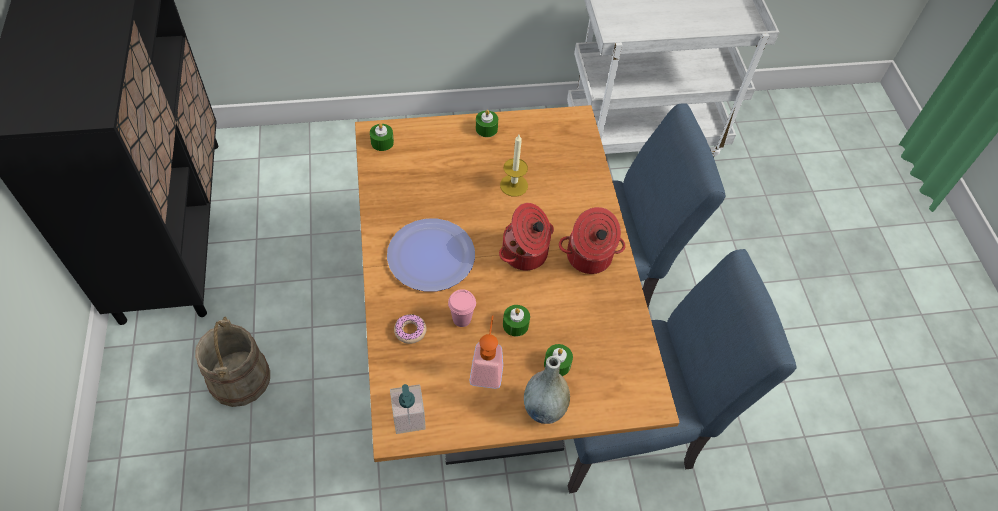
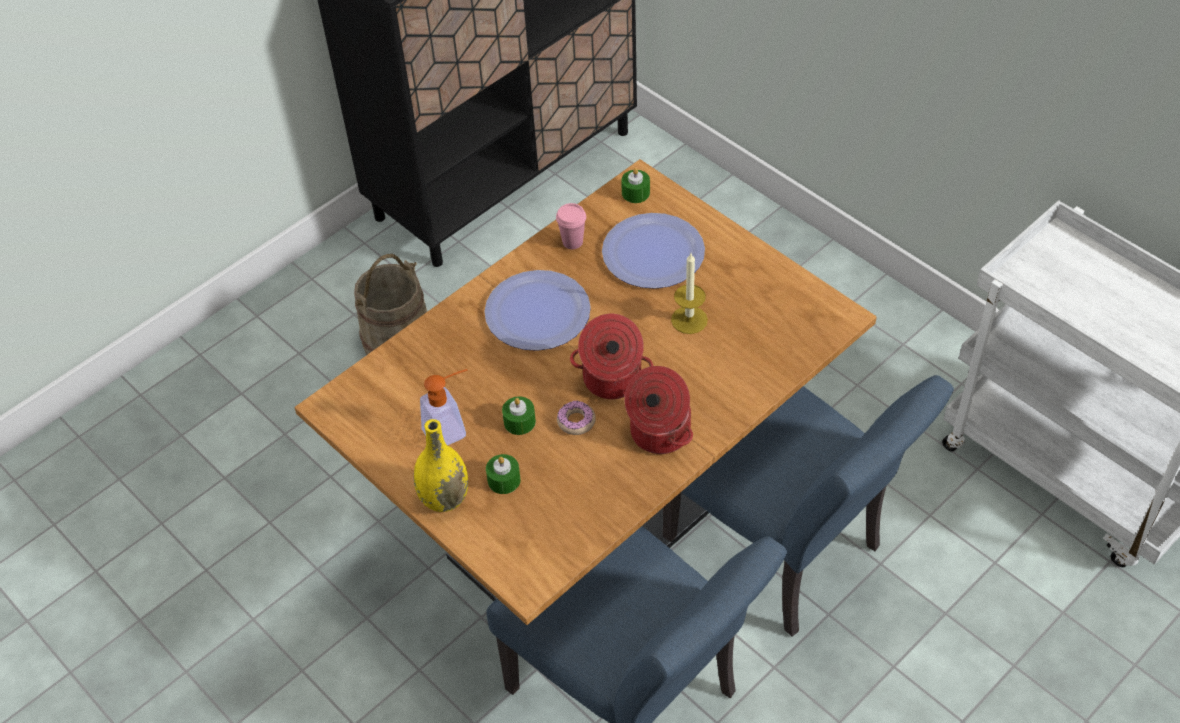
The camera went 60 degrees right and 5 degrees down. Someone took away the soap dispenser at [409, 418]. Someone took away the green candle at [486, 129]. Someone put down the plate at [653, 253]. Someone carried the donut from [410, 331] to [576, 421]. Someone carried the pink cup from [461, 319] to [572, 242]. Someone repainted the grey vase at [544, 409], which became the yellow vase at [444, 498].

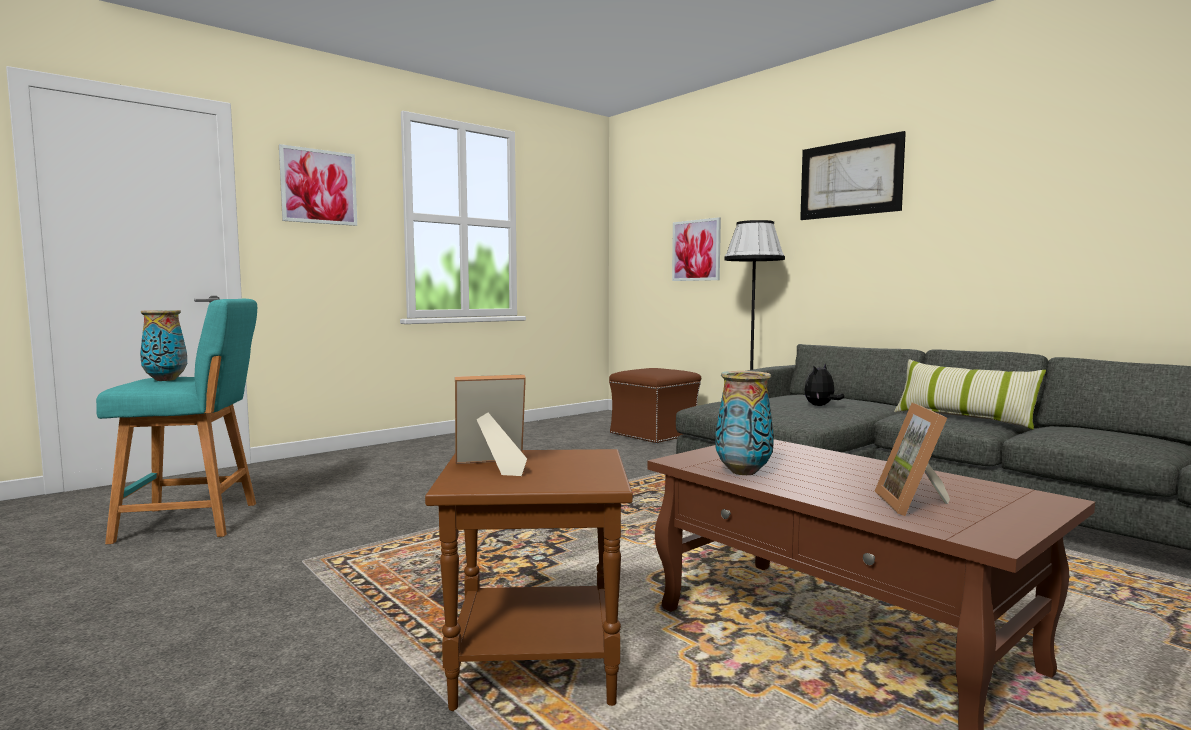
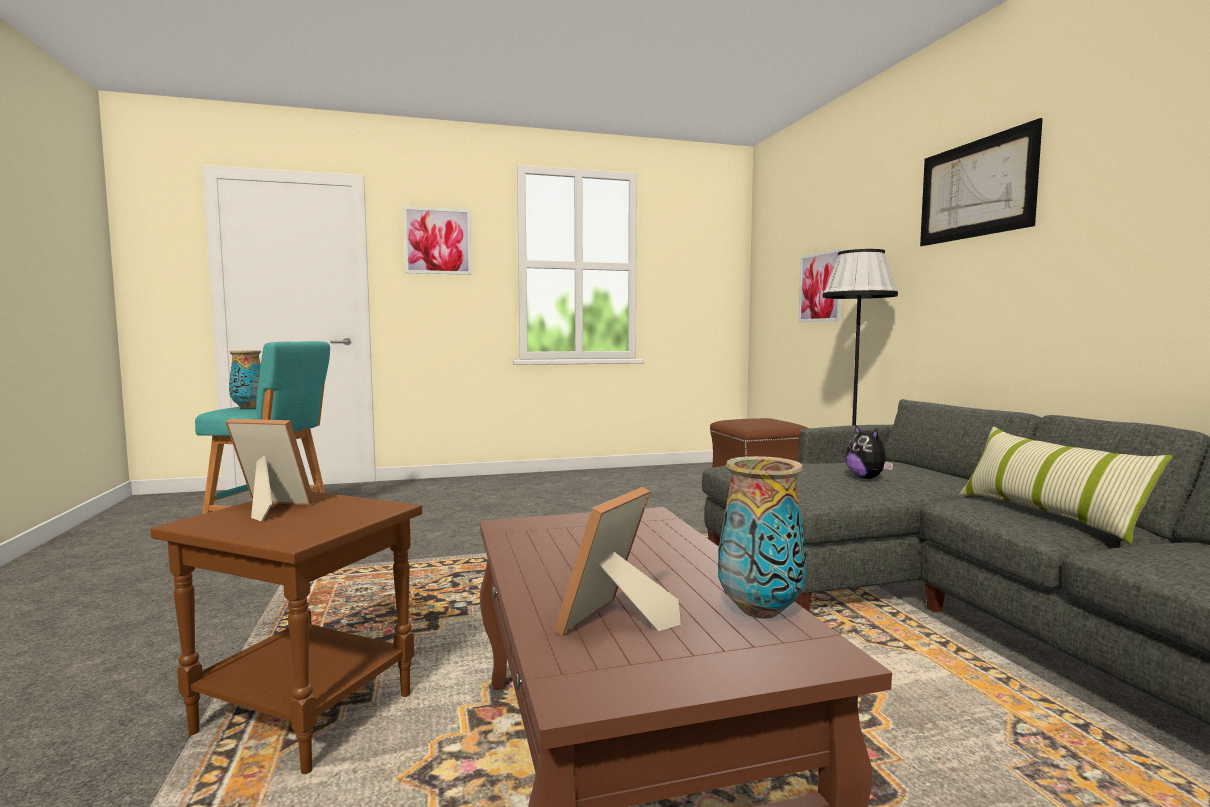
The camera went 25 degrees right and 0 degrees up. Someone carried the vase from [743, 472] to [759, 611]. Someone rotated the plush toy at [820, 406] by 90 degrees counterclockwise.

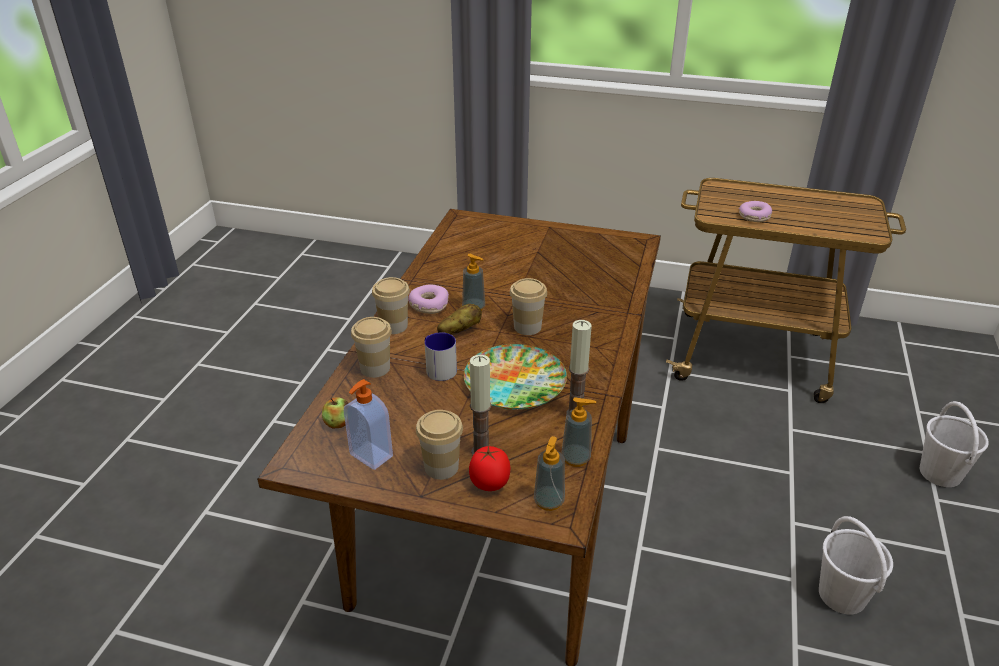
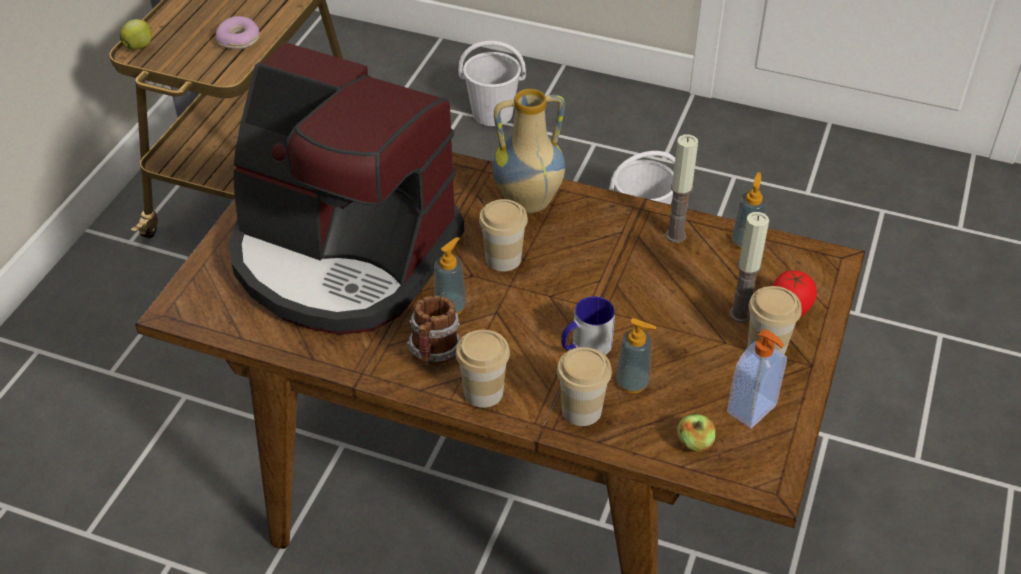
The camera went 85 degrees left and 10 degrees up. Someone took away the potato at [459, 331]. Someone took away the plate at [515, 383]. Someone put down the apple at [139, 46]. Someone put down the coffee machine at [342, 257]. Someone put down the vase at [528, 204]. Someone carried the soap dispenser from [549, 501] to [632, 383]. Someone swapped the donut at [428, 305] for the mug at [434, 354].

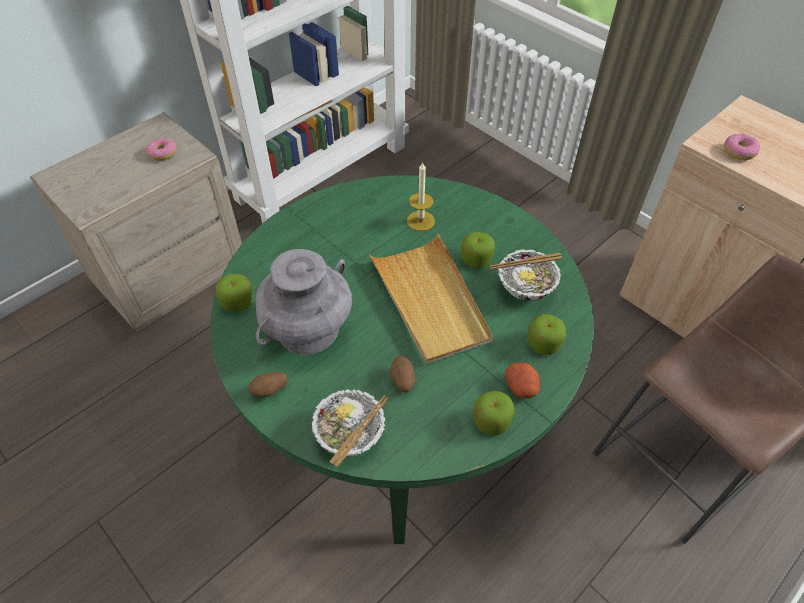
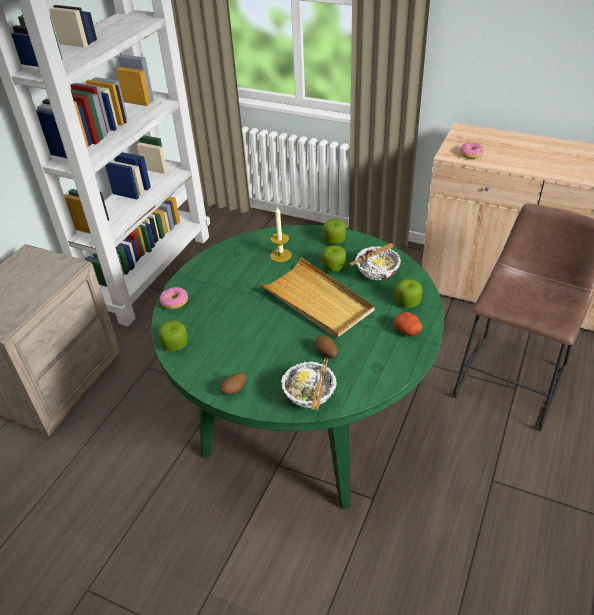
The camera went 20 degrees left and 10 degrees down. Someone took away the grey vase at [308, 330]. Someone carried the donut from [163, 153] to [174, 302]. Someone carried the apple from [491, 421] to [334, 240].

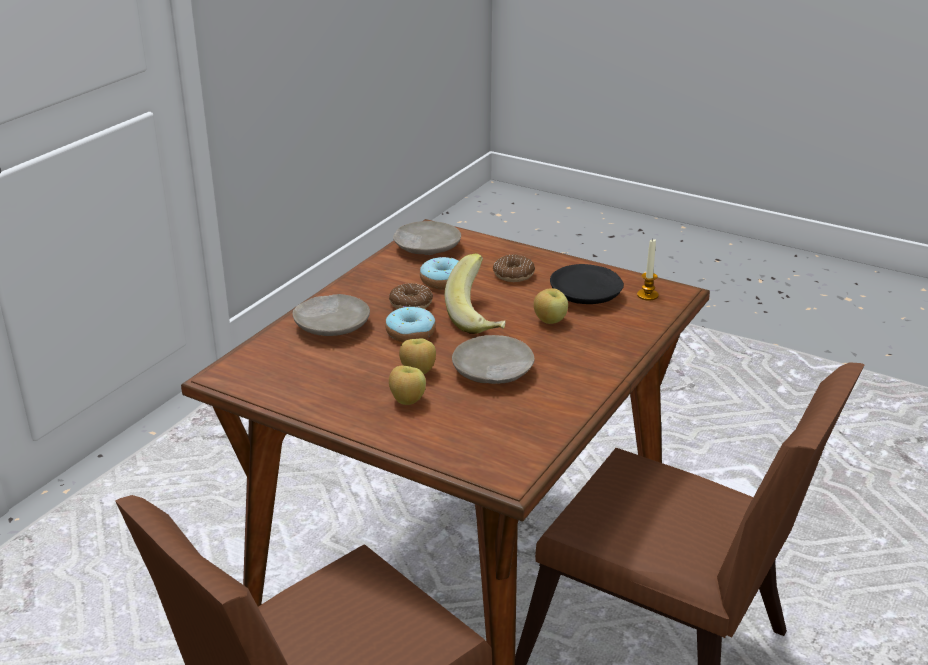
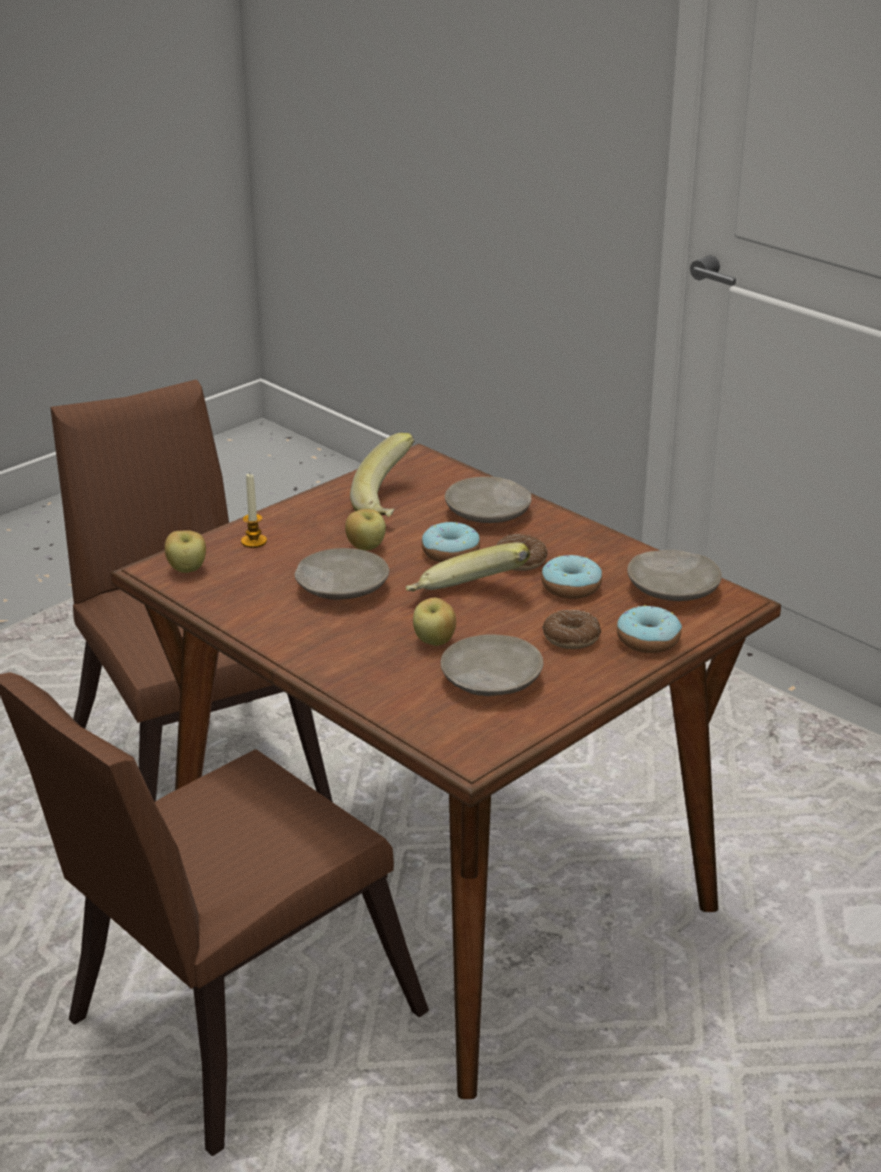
The camera went 105 degrees right and 0 degrees up. Someone put down the banana at [390, 504]. Someone put down the donut at [648, 640]. Someone carried the apple from [407, 401] to [187, 570]. Someone carried the candle from [647, 295] to [254, 541]. Someone repainted the black plate at [586, 295], which became the beige plate at [490, 680].

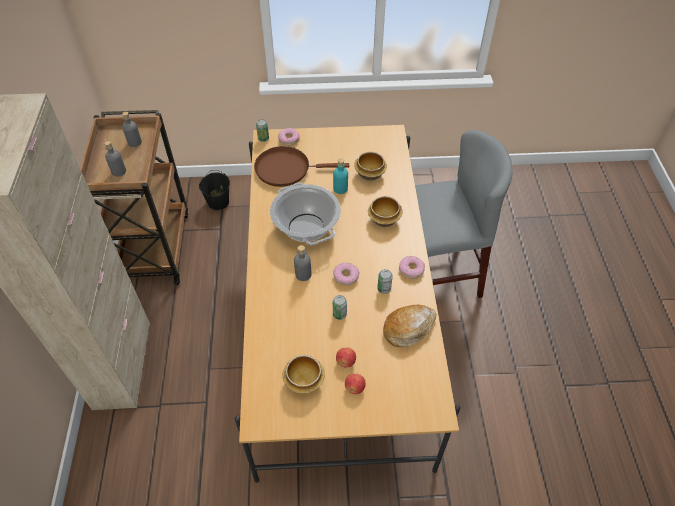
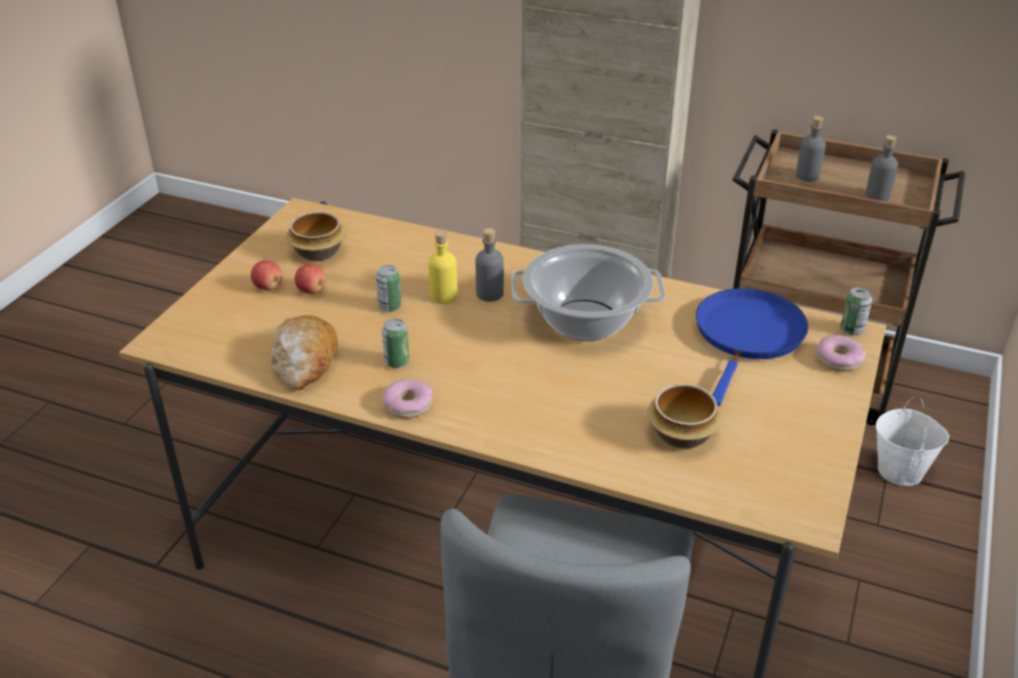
The camera went 115 degrees right and 15 degrees down. Someone took away the turquoise bottle at [340, 188]. Someone took away the donut at [346, 276]. Someone took away the bowl at [385, 220]. Someone put down the yellow bottle at [444, 296]. Someone repainted the black bucket at [218, 202], which became the white bucket at [900, 471]. Someone repainted the brown frying pan at [286, 169], which became the blue frying pan at [748, 336].

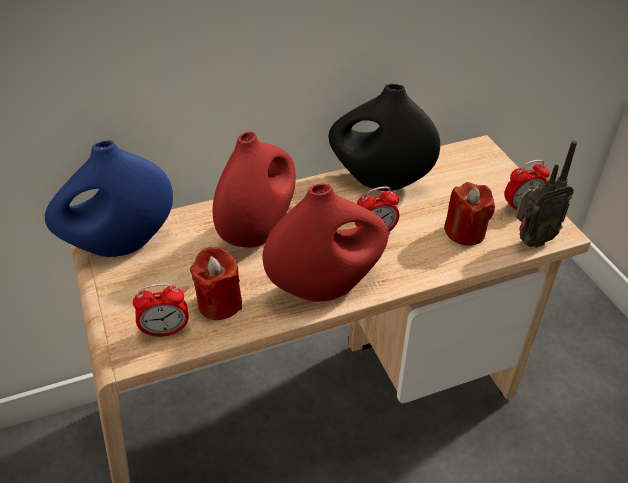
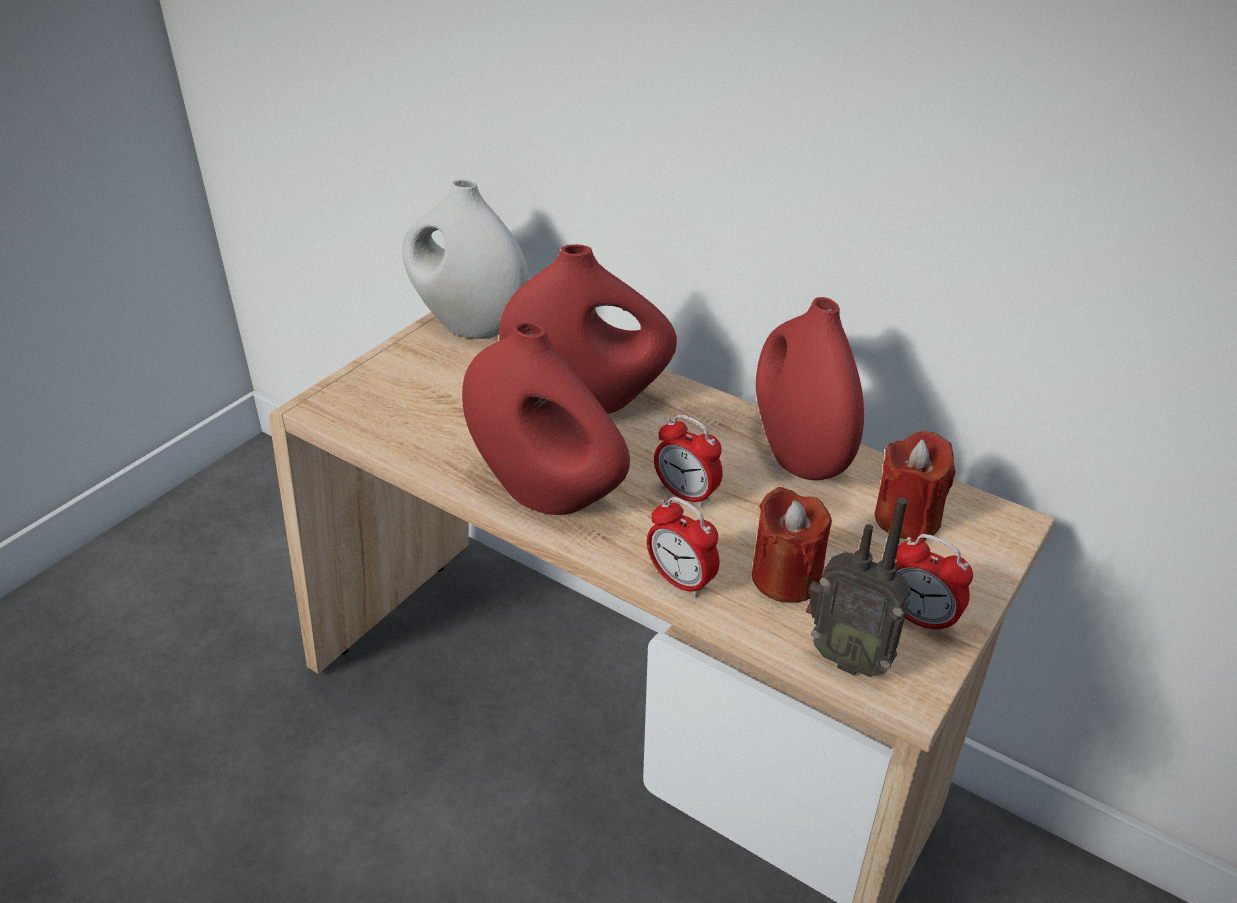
The camera went 55 degrees right and 5 degrees down. Someone carried the alarm clock from [165, 331] to [681, 581]. Someone carried the red candle from [219, 303] to [907, 518]. Someone repainted the blue vase at [120, 245], which became the white vase at [469, 325]. Someone repainted the black vase at [379, 181], which became the red vase at [798, 456].

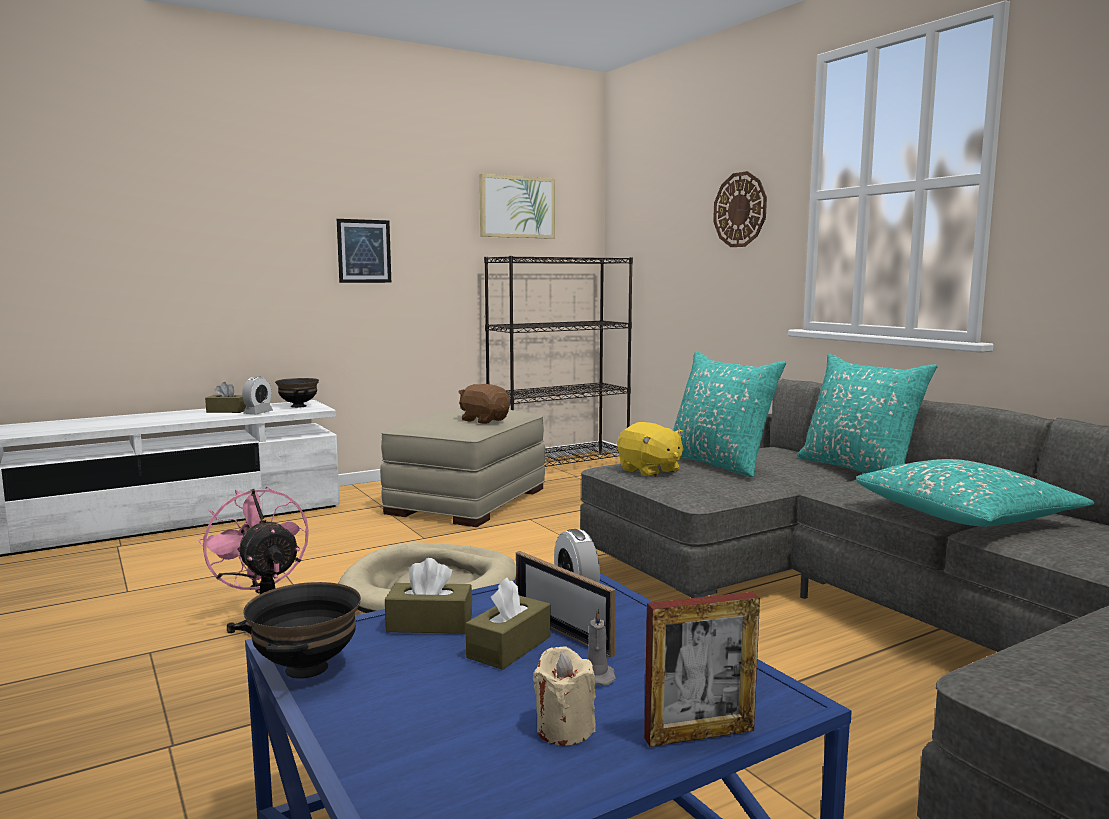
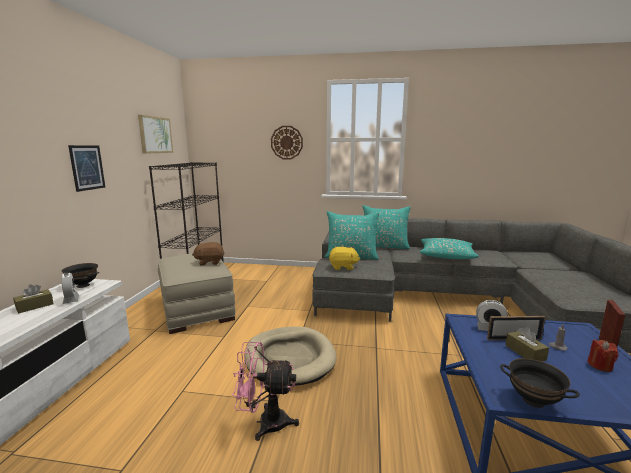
The camera went 50 degrees left and 5 degrees up. Someone took away the brown tissue box at [429, 624]. Someone repainted the beige candle at [564, 729], which became the red candle at [600, 365].

